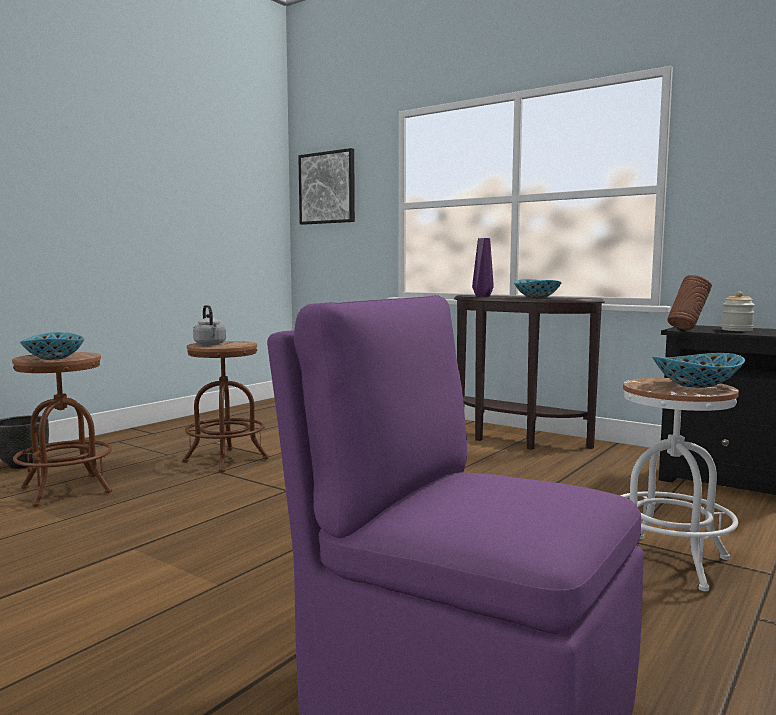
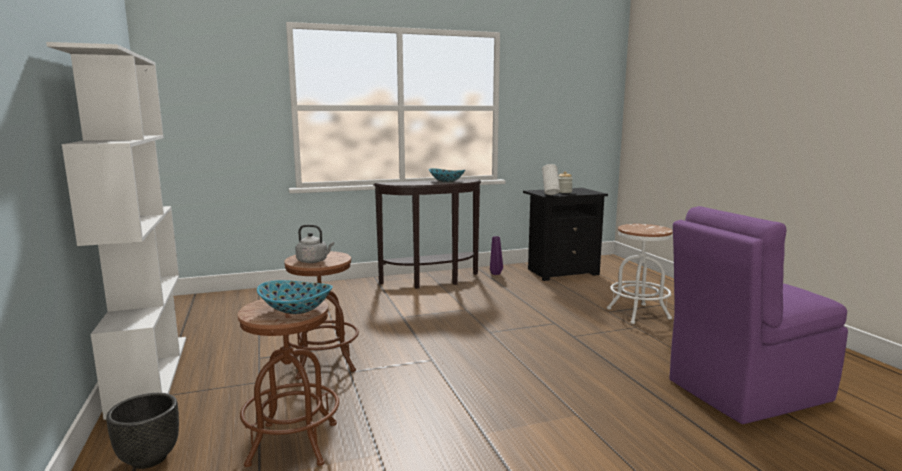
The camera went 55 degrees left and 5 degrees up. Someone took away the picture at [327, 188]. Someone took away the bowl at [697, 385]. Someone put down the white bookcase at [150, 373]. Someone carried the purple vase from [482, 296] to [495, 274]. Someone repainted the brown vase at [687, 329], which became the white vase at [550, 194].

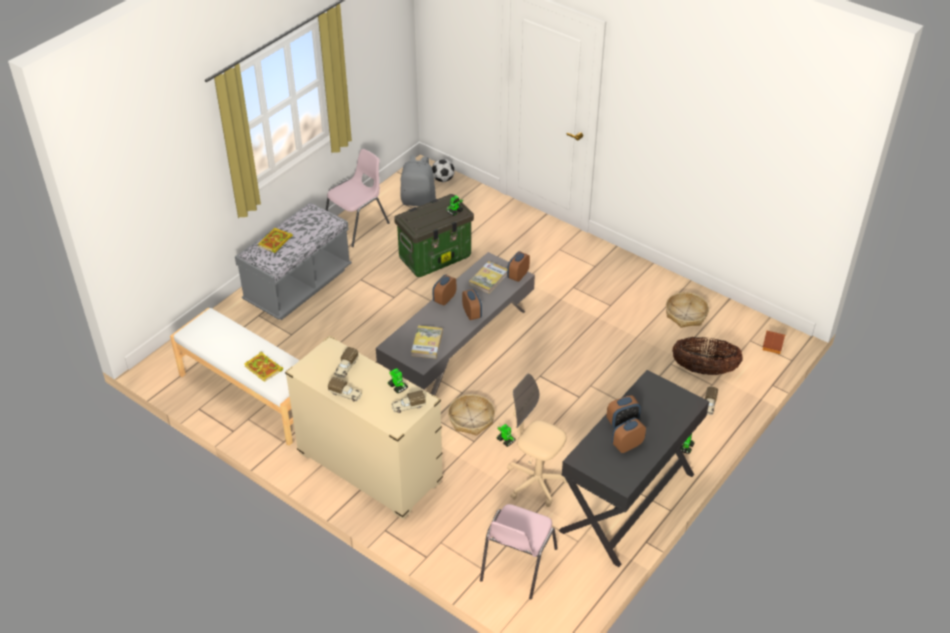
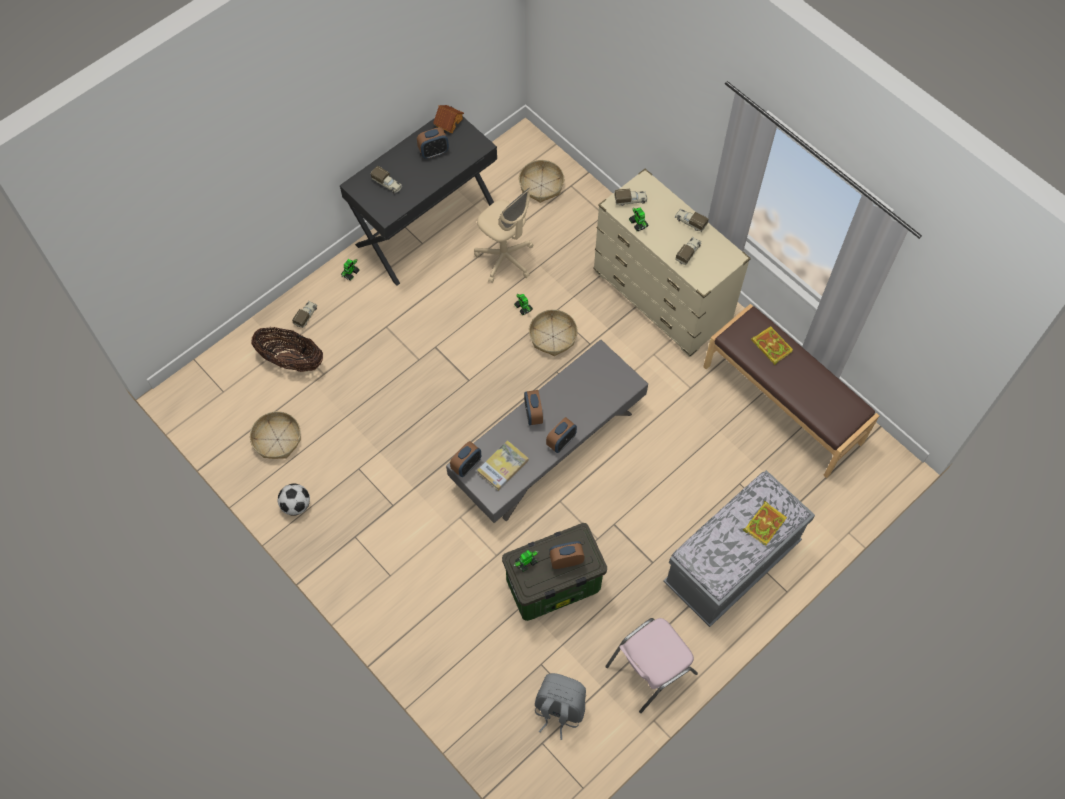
The camera went 170 degrees left and 20 degrees up. Someone took away the book at [427, 343]. Someone put down the toy truck at [387, 184]. Someone carried the football from [443, 179] to [296, 505]. Someone carried the alarm clock from [622, 422] to [566, 560]. Someone carried the toy house from [773, 346] to [448, 122]. Someone swapped the pink chair at [517, 565] for the basket at [541, 185]. Someone repainted the white bench at [250, 395], which became the brown bench at [783, 403].

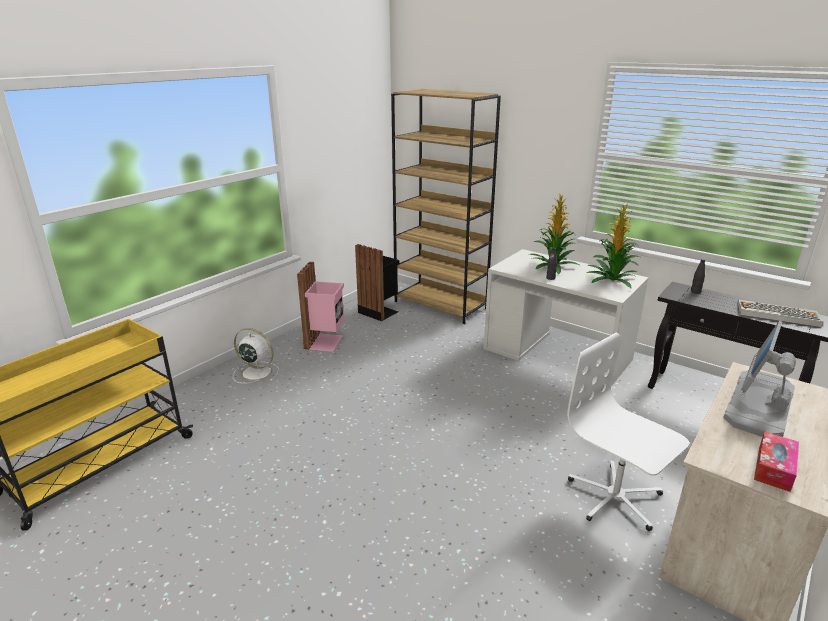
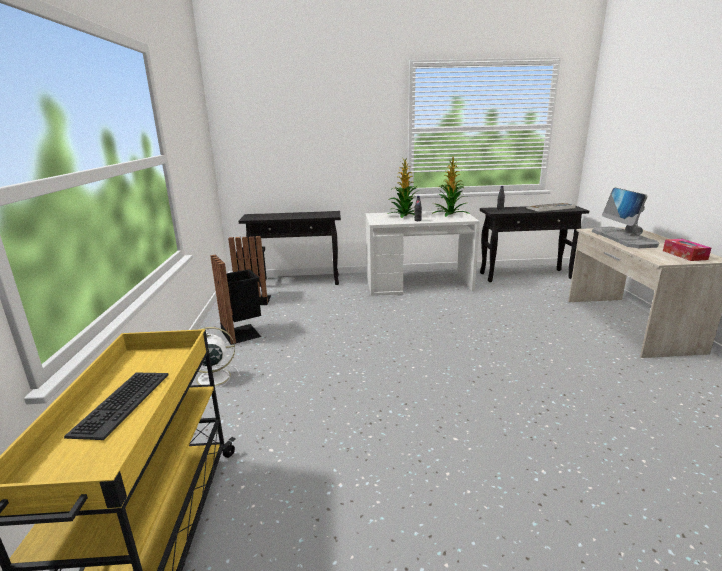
The camera went 40 degrees left and 5 degrees down. Someone took away the white office chair at [615, 498]. Someone put down the keyboard at [121, 403]. Someone swapped the brown bookcase at [441, 305] for the black console table at [297, 282]. Someone repainted the pink trash can at [325, 342], which became the black trash can at [243, 333].

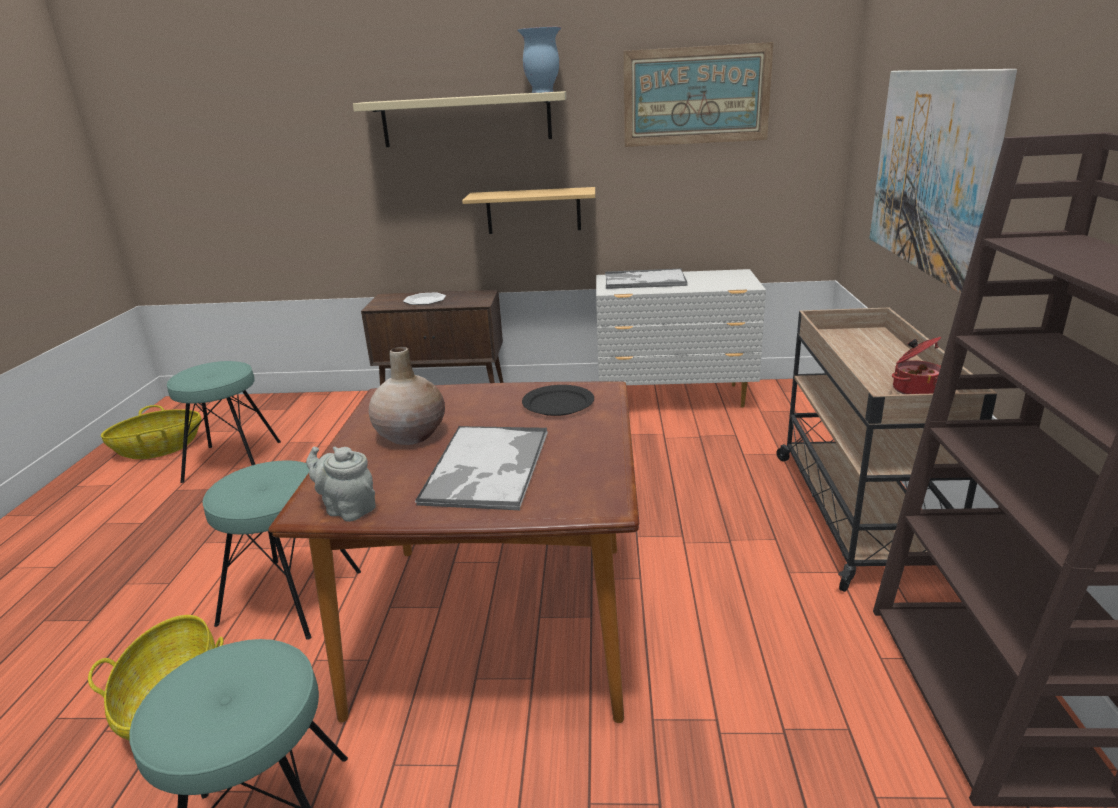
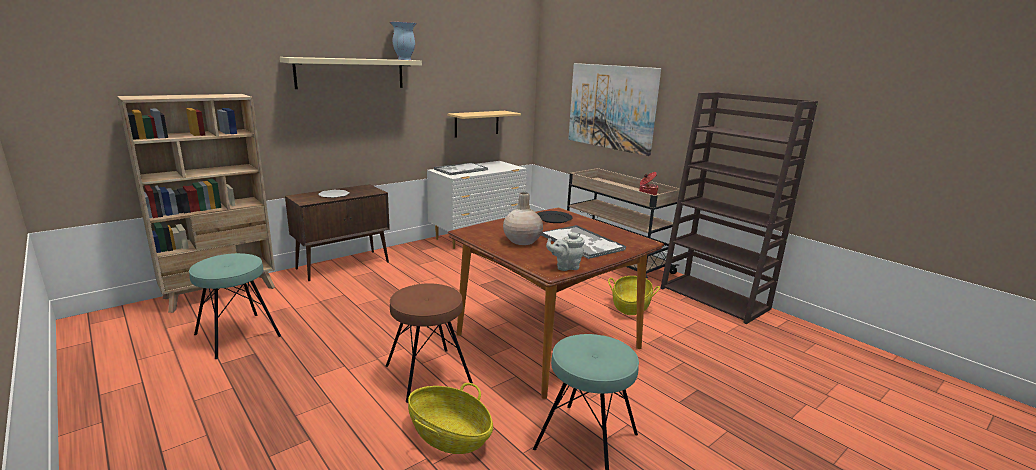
The camera went 45 degrees left and 5 degrees down. Someone took away the picture at [696, 96]. Someone put down the beige bookcase at [221, 293]. Someone carried the basket from [159, 449] to [630, 306]. Someone carried the shelf from [533, 211] to [477, 123]. Someone repainted the turquoise stool at [291, 597], which became the brown stool at [428, 374].

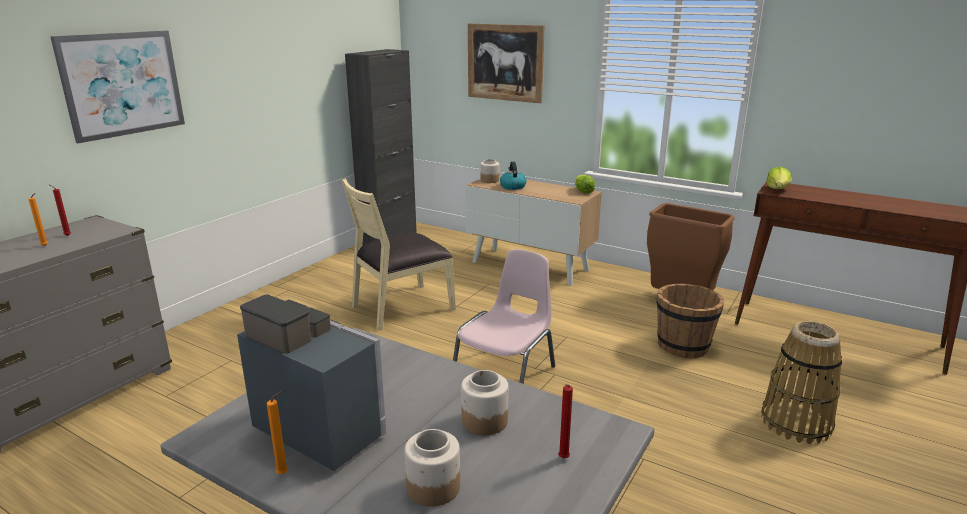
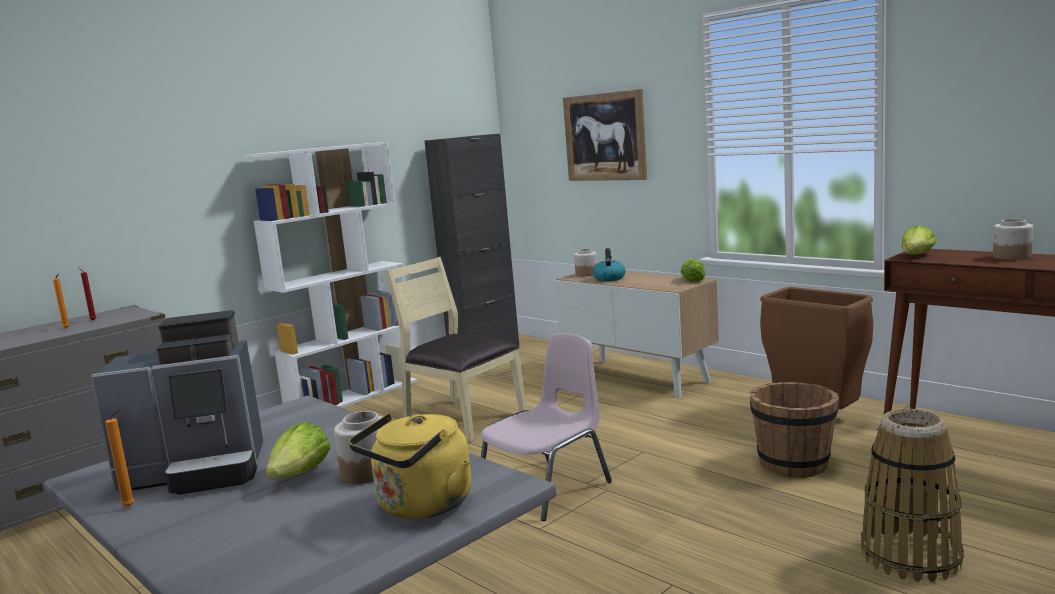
The camera went 15 degrees right and 10 degrees down. Someone took away the picture at [122, 84]. Someone put down the white bookcase at [353, 396]. Someone put down the lettuce at [301, 475]. Someone carried the jar from [433, 488] to [1011, 257]. Someone swapped the red candle at [563, 459] for the yellow kettle at [421, 507]. Someone rotated the coffee machine at [321, 426] by 120 degrees clockwise. Someone rotated the beige chair at [401, 307] by 60 degrees clockwise.

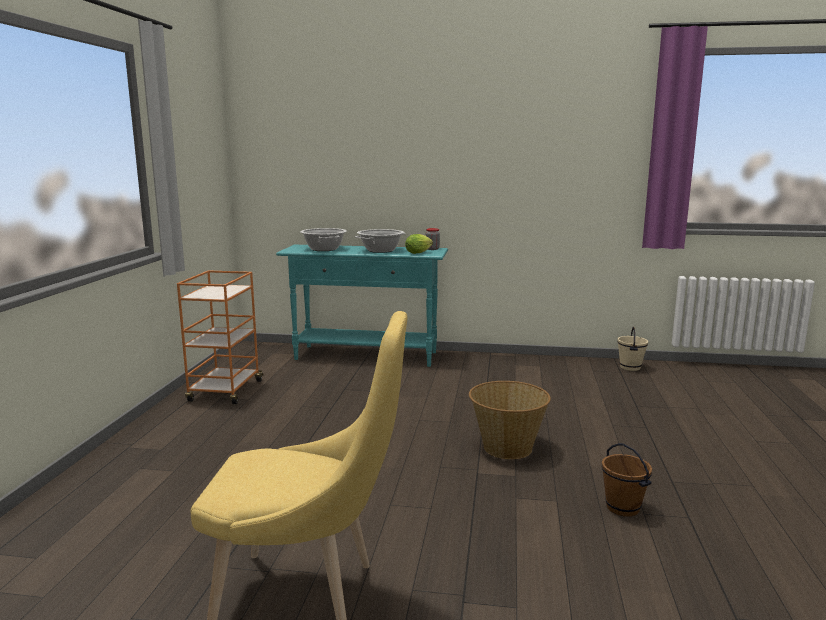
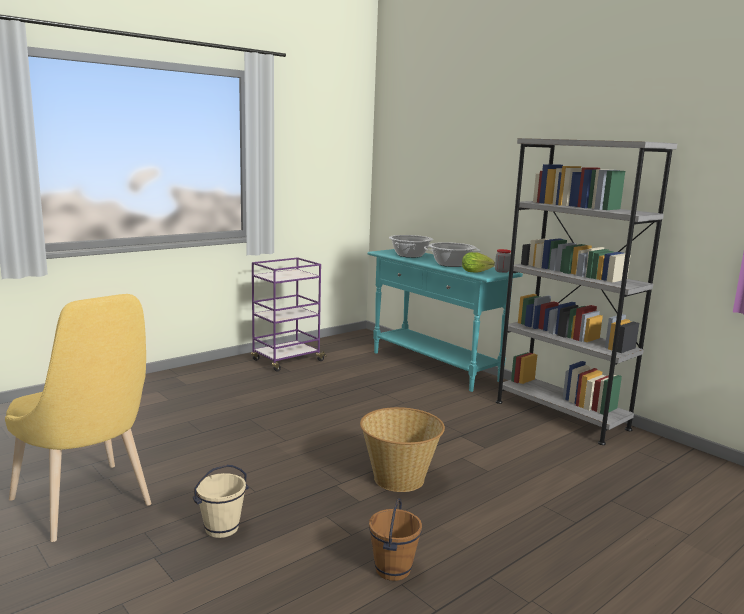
The camera went 40 degrees right and 0 degrees up. Someone put down the grey bookcase at [561, 415]. Someone carried the beige bucket from [630, 367] to [222, 529]. Someone repainted the orange cart at [225, 391], which became the purple cart at [287, 361].

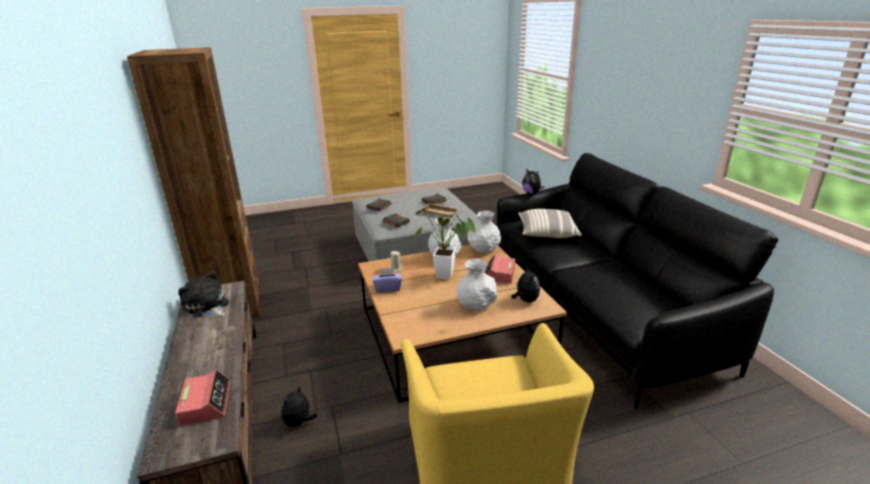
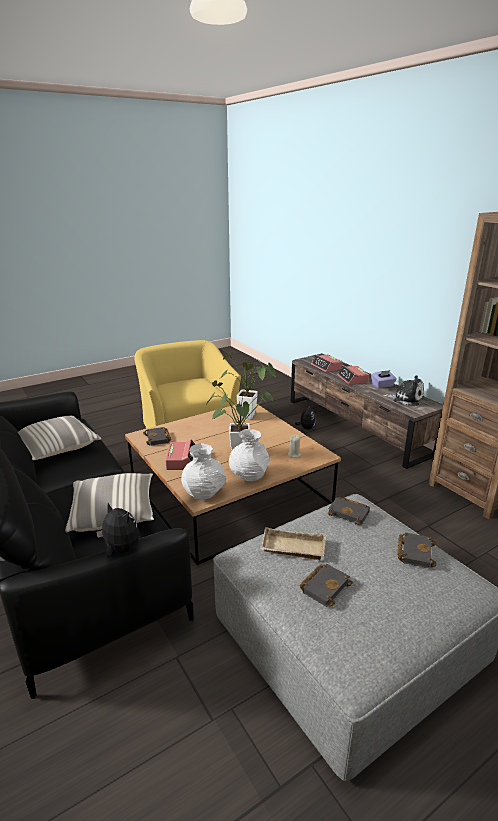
The camera went 165 degrees right and 0 degrees up. Someone took away the white vase at [476, 305]. Someone put down the pillow at [57, 447]. Someone put down the potted plant at [250, 416]. Someone put down the alarm clock at [352, 379]. Someone carried the purple tissue box from [388, 288] to [382, 386]. Someone swapped the plush toy at [525, 300] for the black book at [158, 439].

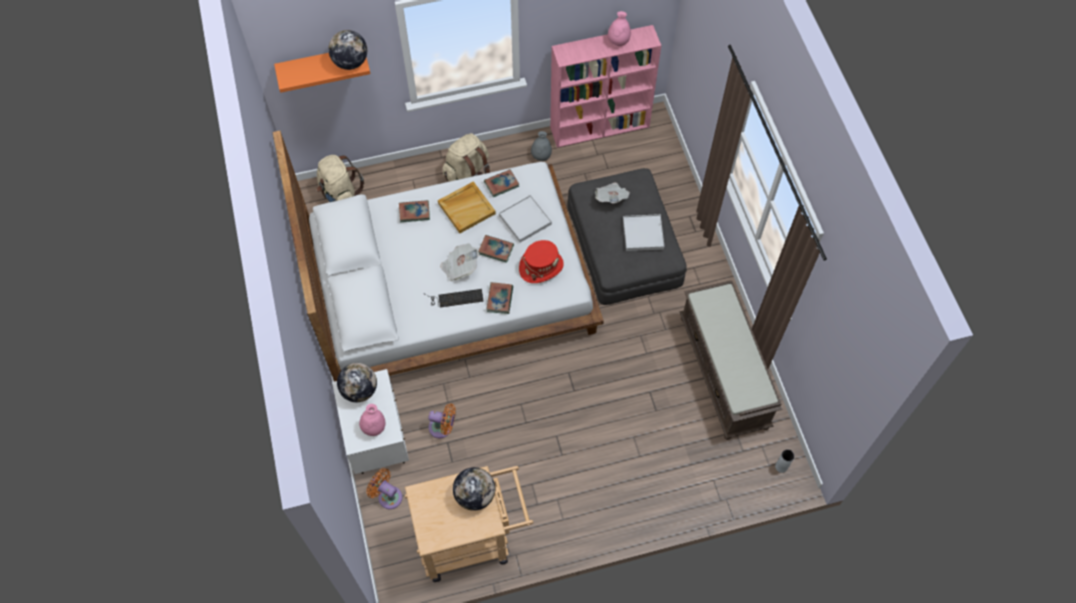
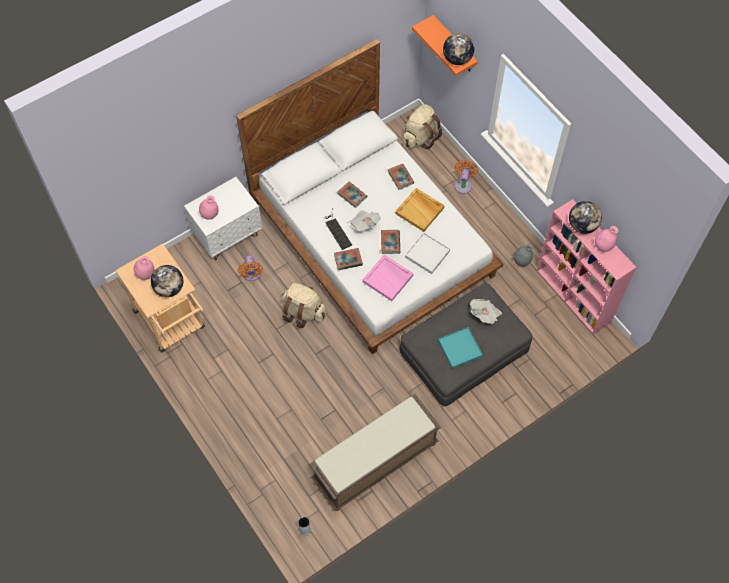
The camera went 70 degrees right and 0 degrees up. Someone put down the pink vase at [146, 274]. Someone carried the globe from [359, 390] to [582, 225]. Someone carried the orange fan from [388, 496] to [463, 184]. Someone carried the beige backpack from [467, 172] to [303, 312]. Someone carried the book from [501, 184] to [352, 195]. Someone swapped the red hat at [541, 266] for the pink tray at [388, 278]. Someone repainted the white tray at [643, 234], which became the turquoise tray at [460, 348].

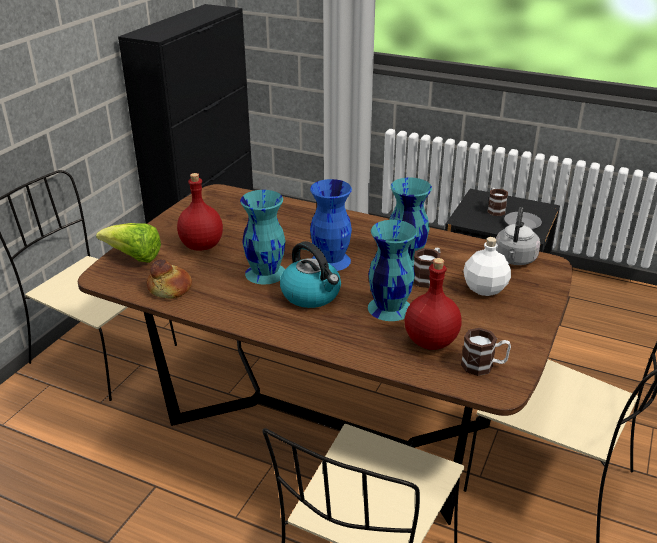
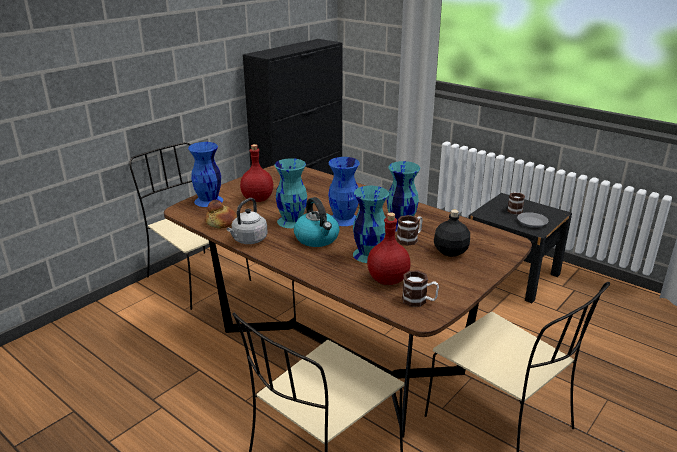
The camera went 15 degrees right and 5 degrees down. Someone carried the grey kettle from [514, 260] to [248, 240]. Someone swapped the lettuce at [134, 257] for the blue vase at [208, 201]. Someone repainted the white bottle at [485, 289], which became the black bottle at [451, 252].

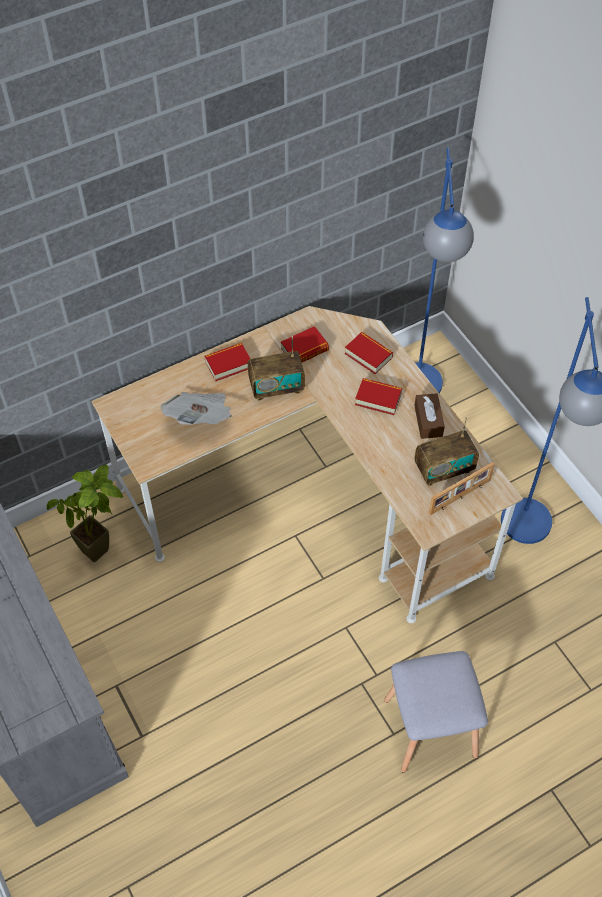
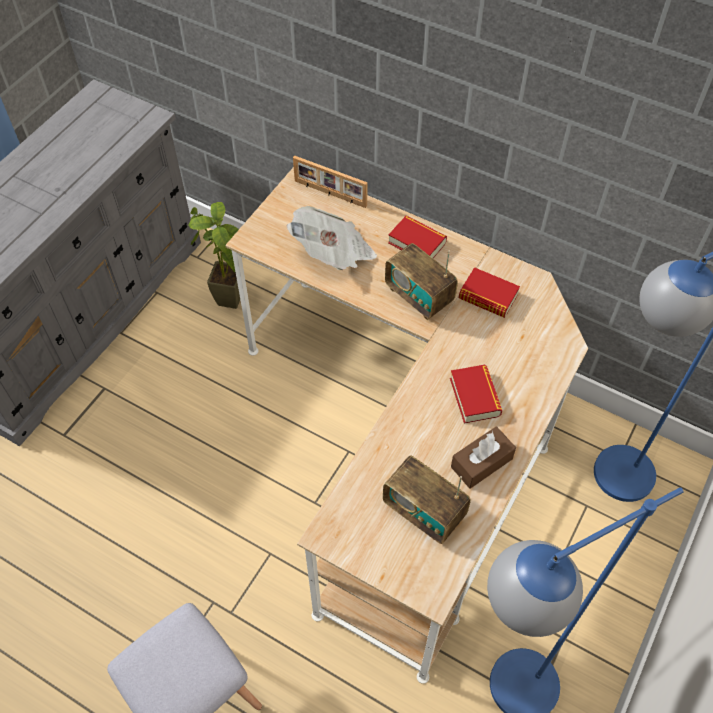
The camera went 60 degrees right and 0 degrees up. Someone took away the book at [368, 355]. Someone carried the picture frame from [460, 497] to [329, 194].

